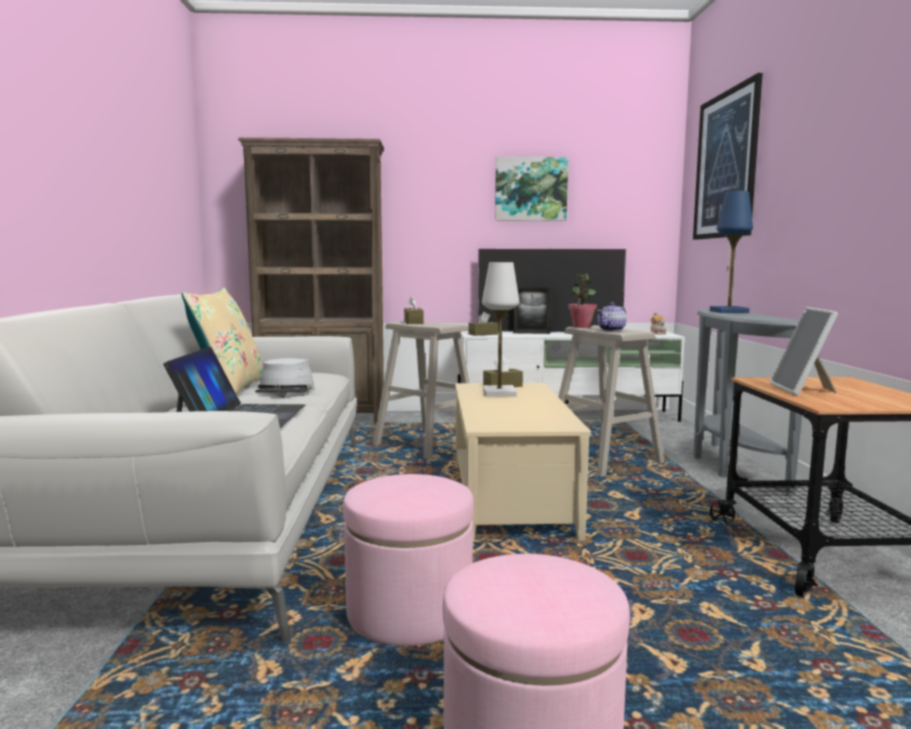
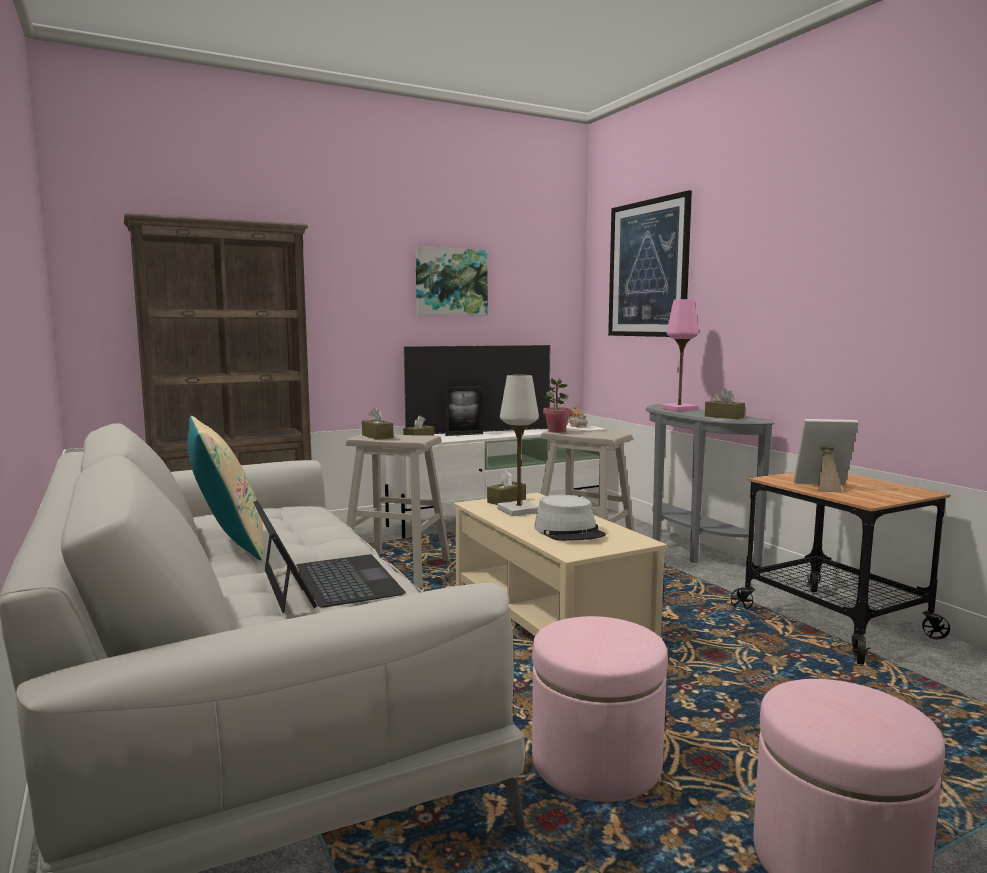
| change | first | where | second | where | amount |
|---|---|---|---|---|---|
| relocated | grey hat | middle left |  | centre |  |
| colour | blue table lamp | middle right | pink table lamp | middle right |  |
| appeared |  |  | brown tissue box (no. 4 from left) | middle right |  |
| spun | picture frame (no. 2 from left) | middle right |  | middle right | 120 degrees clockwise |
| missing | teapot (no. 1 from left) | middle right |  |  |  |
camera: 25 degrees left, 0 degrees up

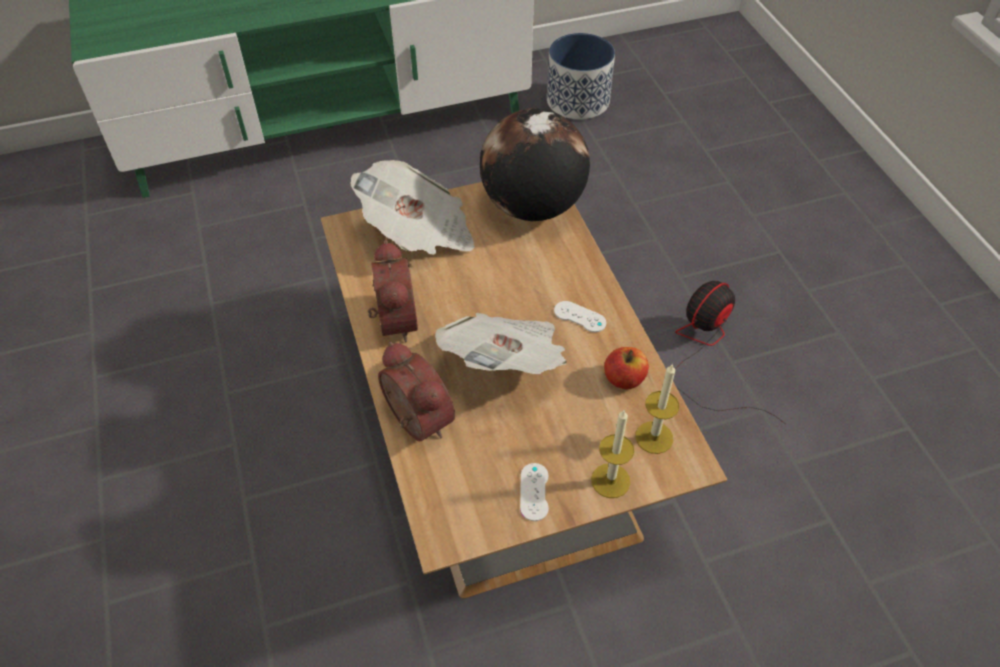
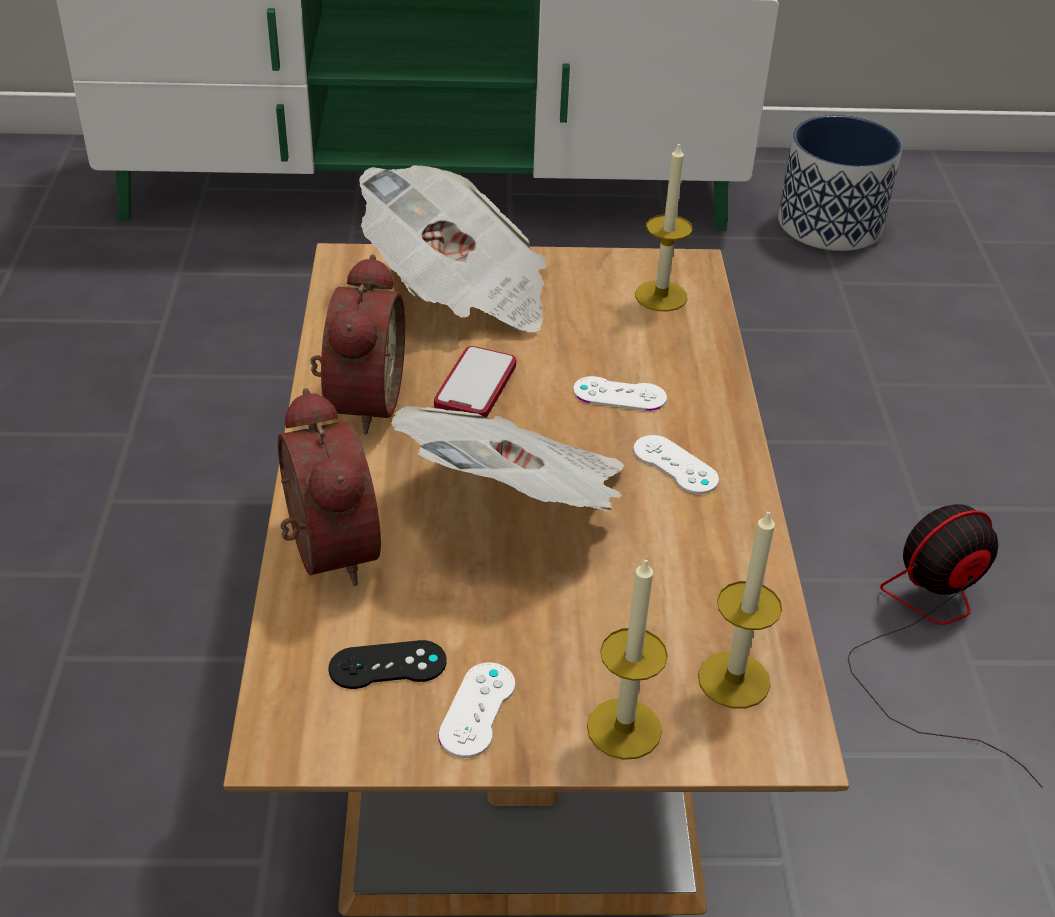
| change | first | where | second | where | amount |
|---|---|---|---|---|---|
| appeared |  |  | black game controller | bottom centre |  |
| appeared |  |  | phone | centre |  |
| appeared |  |  | white game controller (no. 2 from left) | centre |  |
| exchanged | globe | top centre | candle (no. 2 from left) | top centre |  |
| missing | apple | centre |  |  |  |
camera: 15 degrees right, 10 degrees down

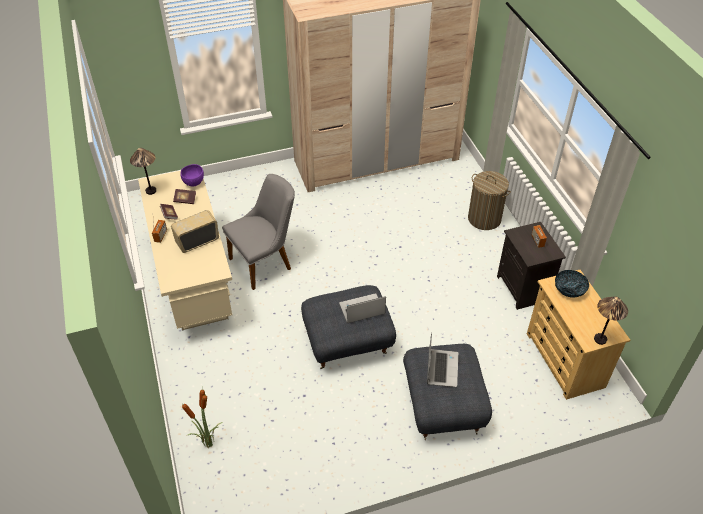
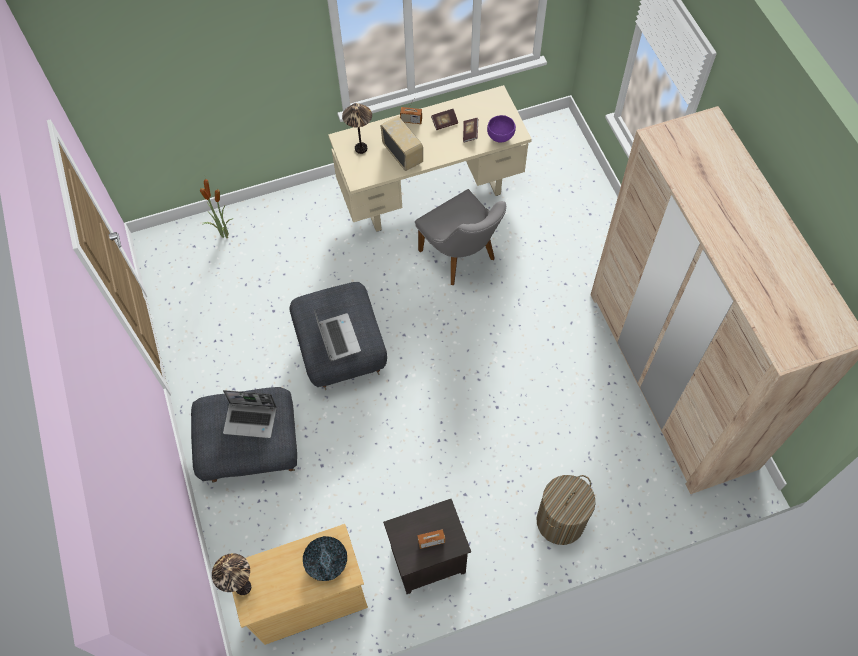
| change | first | where | second | where | amount |
|---|---|---|---|---|---|
| relocated | table lamp (no. 1 from left in the first image) | top left | table lamp (no. 2 from left) | top centre |  |
camera: 90 degrees right, 15 degrees up

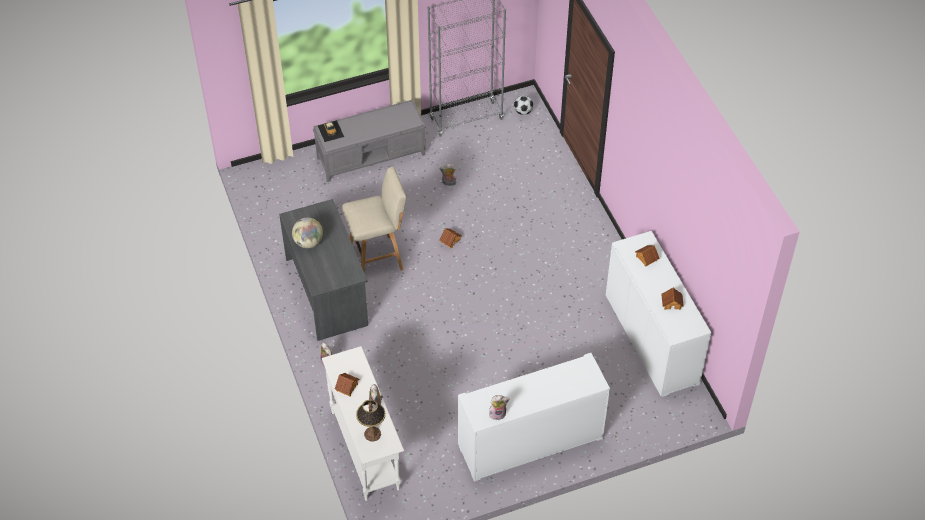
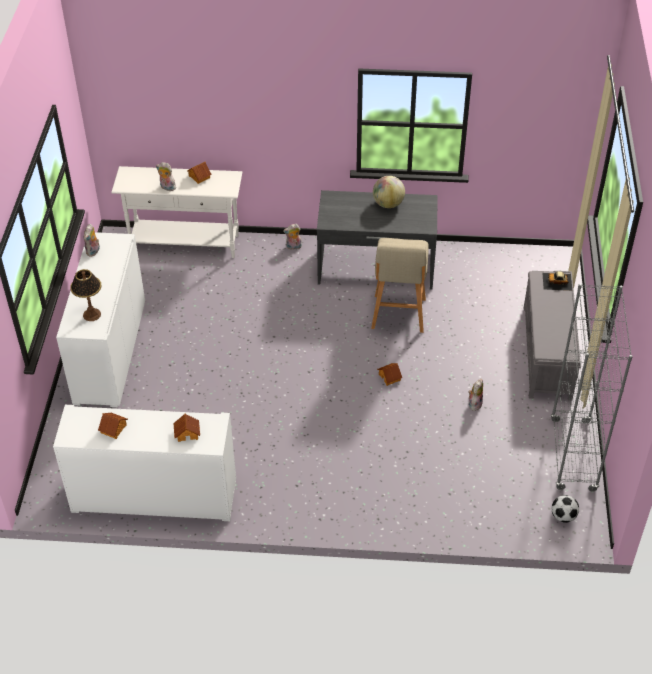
| change | first | where | second | where | amount |
|---|---|---|---|---|---|
| relocated | table lamp | bottom centre |  | middle left |  |
camera: 115 degrees right, 5 degrees down

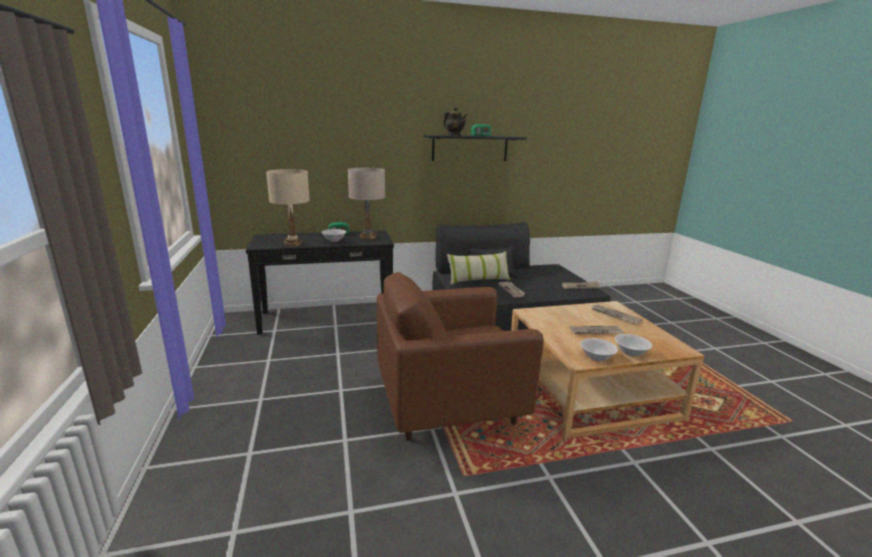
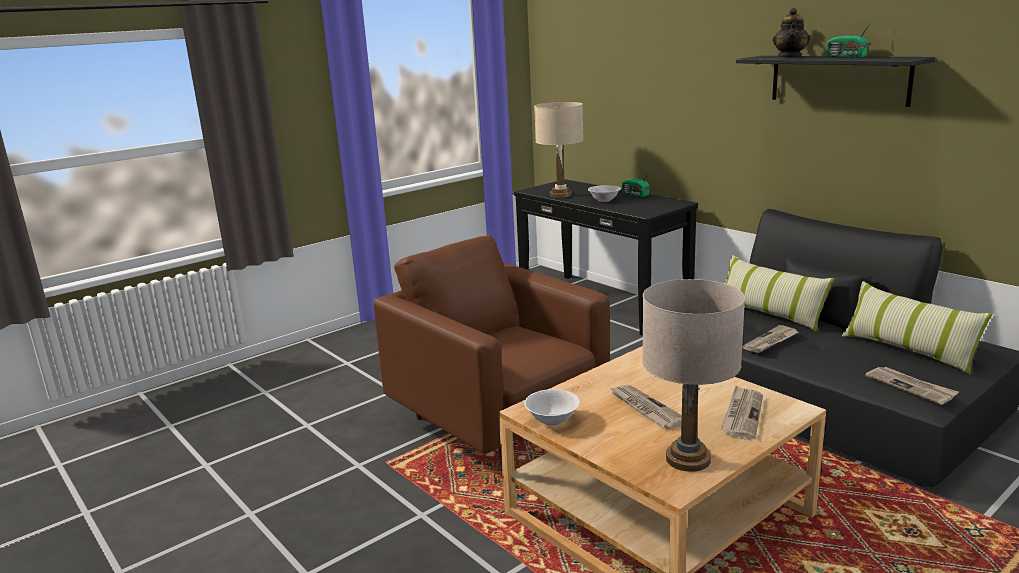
| change | first | where | second | where | amount |
|---|---|---|---|---|---|
| relocated | beige table lamp (no. 2 from left) | centre |  | middle right |  |
| appeared |  |  | pillow (no. 2 from left) | middle right |  |
| missing | white bowl (no. 3 from left) | middle right |  |  |  |
camera: 65 degrees right, 0 degrees up

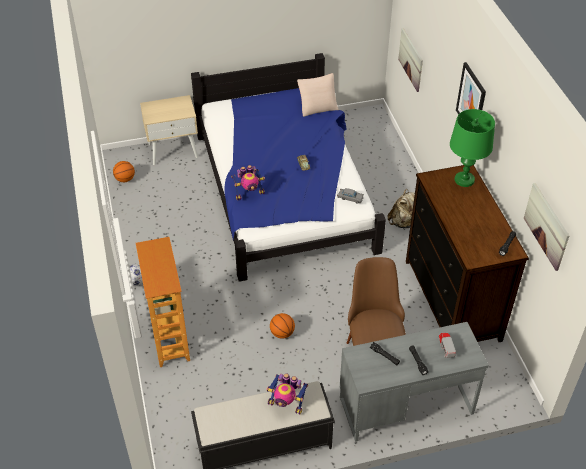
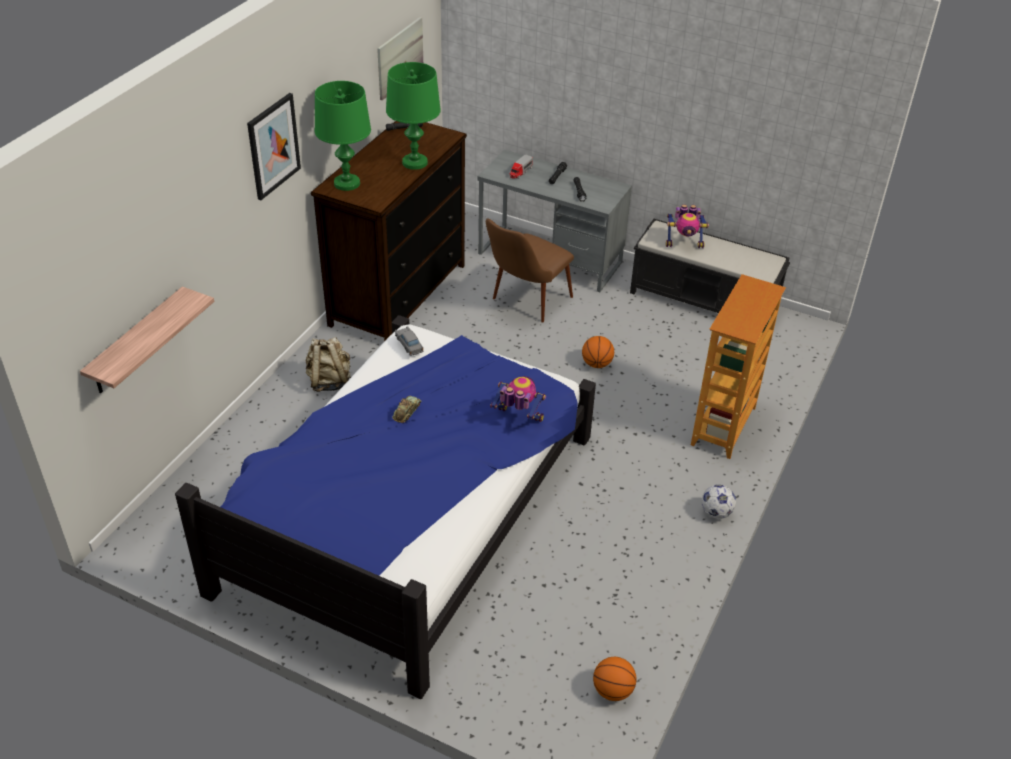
| change | first | where | second | where | amount |
|---|---|---|---|---|---|
| exchanged | picture (no. 1 from left) | top right | shelf | middle left |  |
| appeared |  |  | green table lamp (no. 2 from left) | top centre |  |
| spun | toy robot (no. 2 from left) | bottom centre |  | top right | 120 degrees clockwise |
| missing | beige nightstand | top left |  |  |  |
| missing | beige pillow | top centre |  |  |  |
camera: 140 degrees left, 5 degrees down

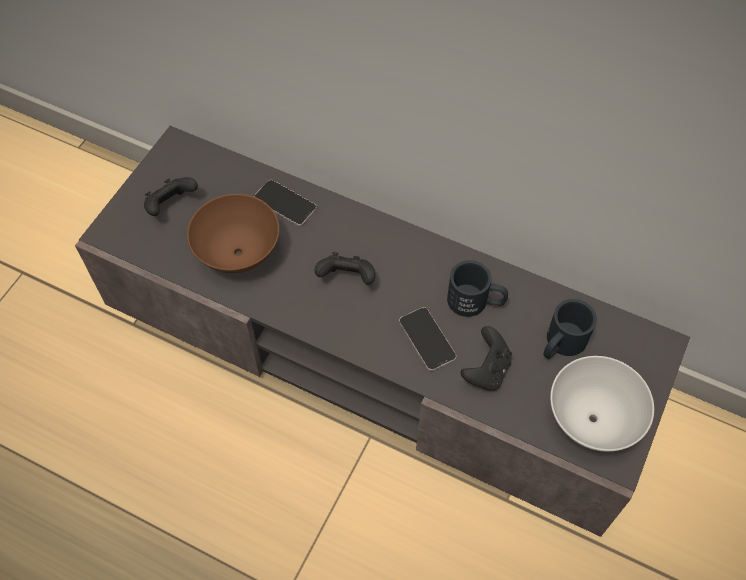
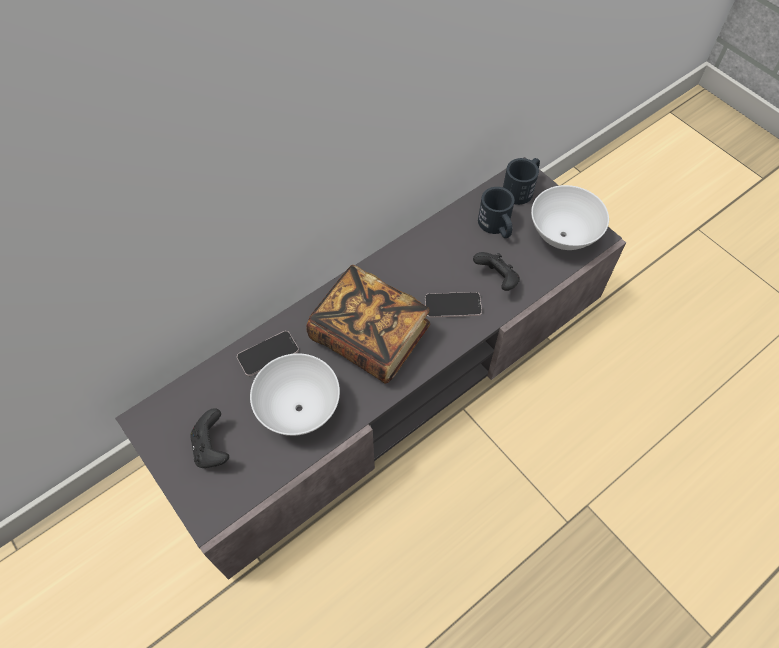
| change | first | where | second | where | amount |
|---|---|---|---|---|---|
| colour | brown bowl | middle left | white bowl (no. 1 from left) | centre |  |
| exchanged | black game controller (no. 2 from left) | centre | book | centre |  |
| relocated | black mug (no. 1 from left in the first image) | centre | black mug (no. 2 from left) | top right |  |
camera: 65 degrees left, 0 degrees up

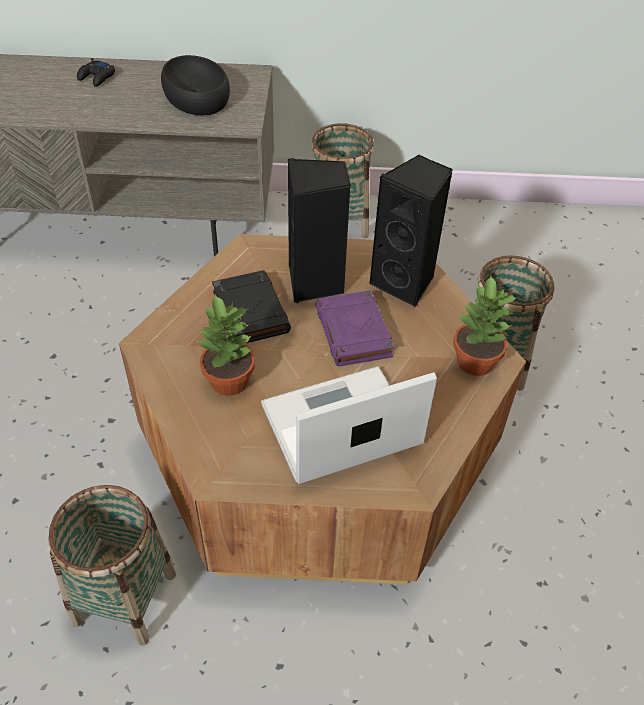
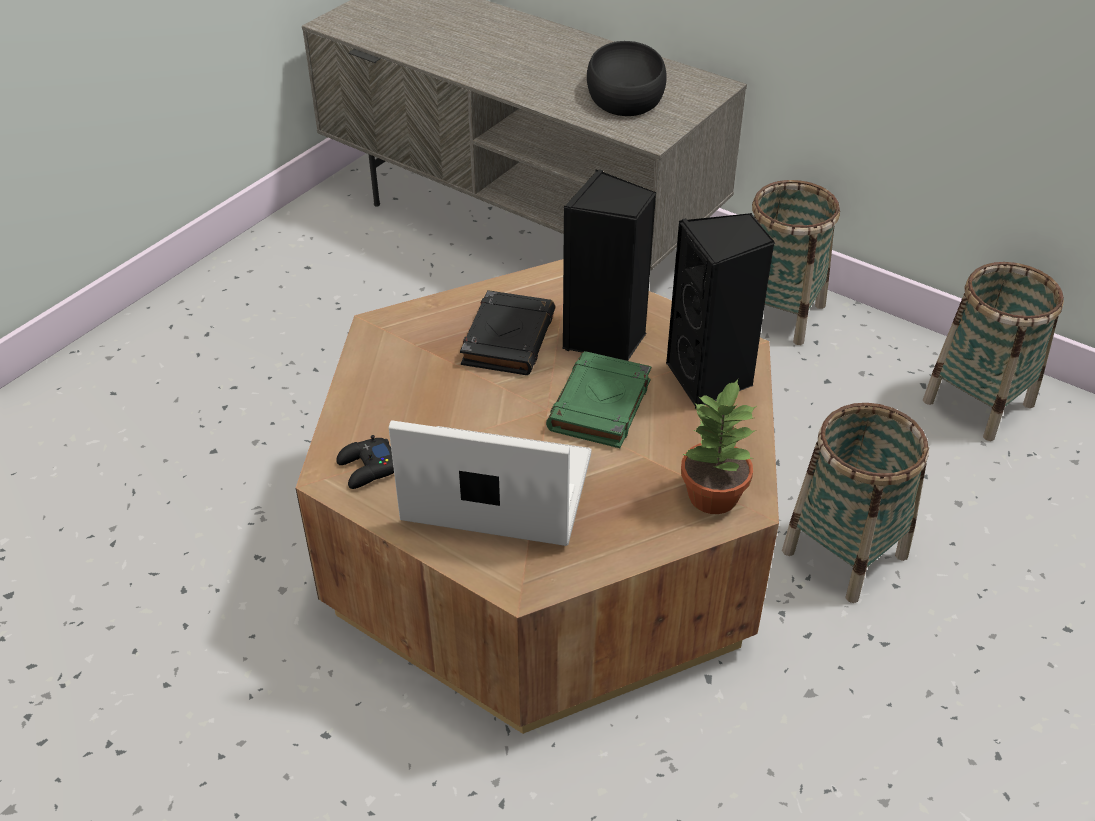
| change | first | where | second | where | amount |
|---|---|---|---|---|---|
| relocated | black game controller | top left |  | centre |  |
| colour | purple book | centre | green book | centre |  |
| relocated | basket (no. 1 from left in the first image) | bottom left | basket (no. 3 from left) | middle right |  |
| missing | potted plant (no. 1 from left) | centre |  |  |  |
camera: 35 degrees right, 5 degrees down

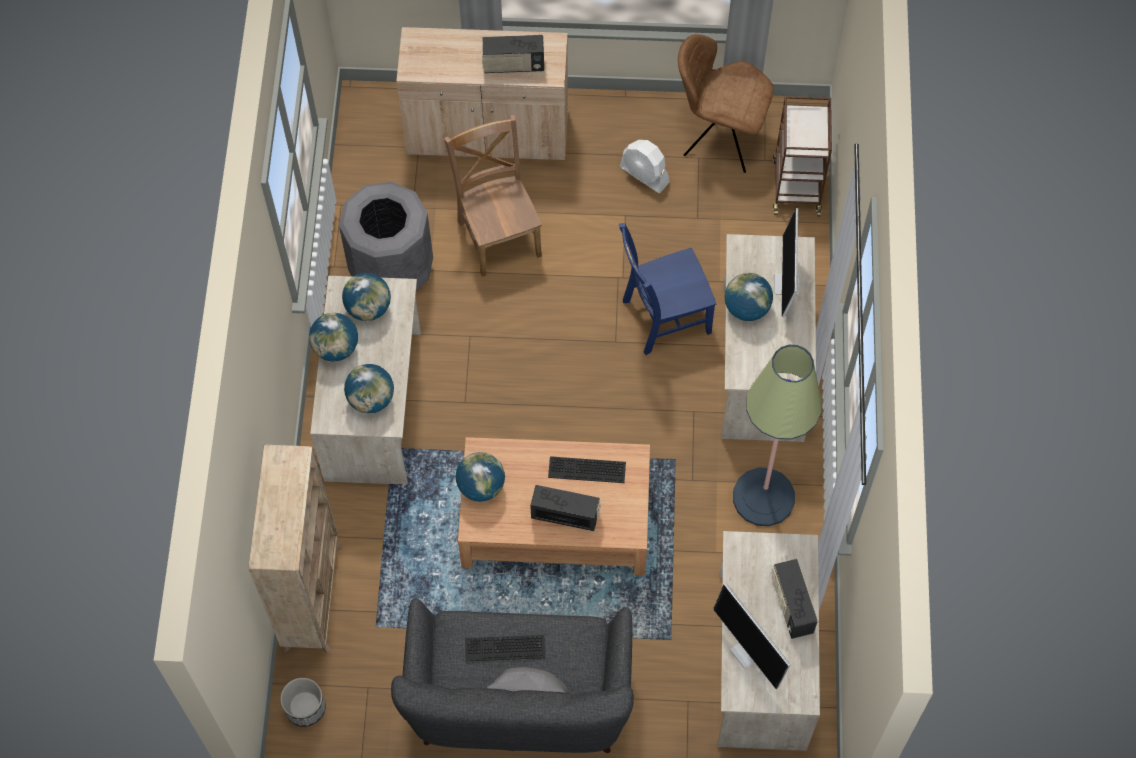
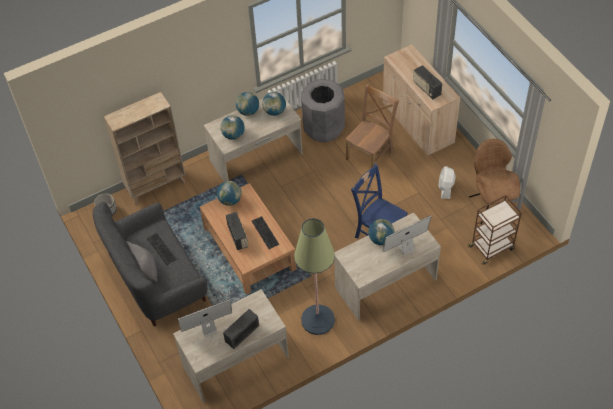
| change | first | where | second | where | amount |
|---|---|---|---|---|---|
| spun | monitor (no. 1 from left) | bottom centre |  | bottom centre | 45 degrees clockwise |
camera: 60 degrees right, 10 degrees down

